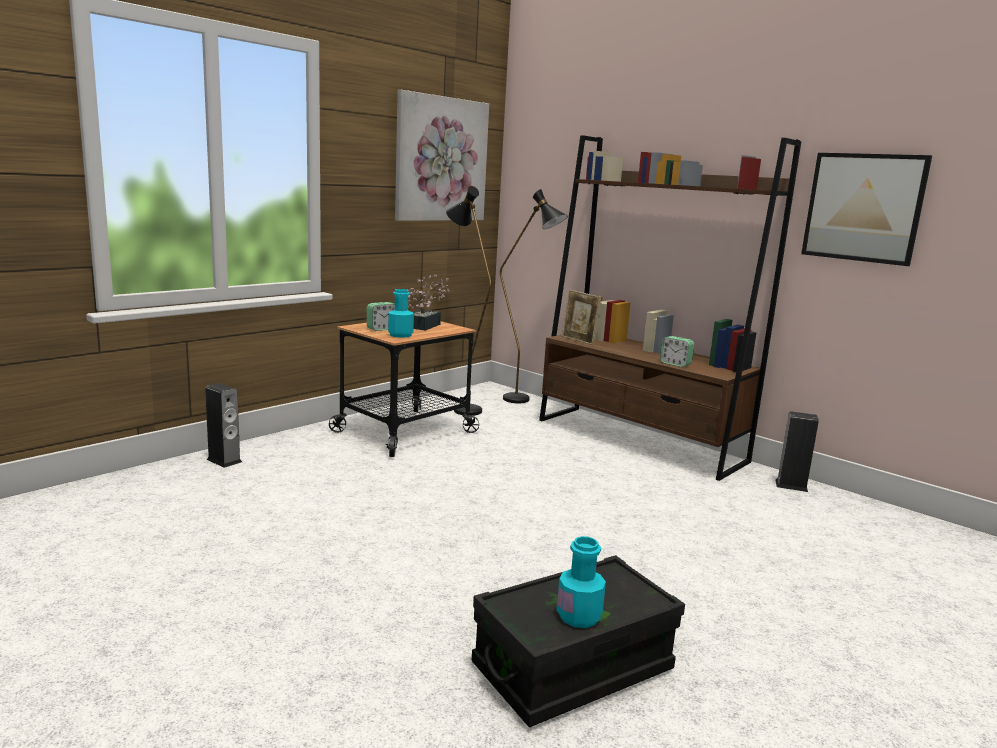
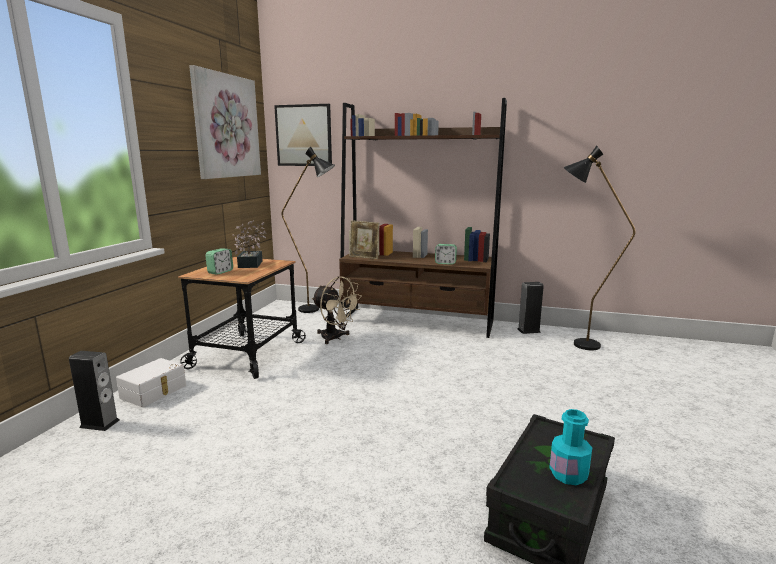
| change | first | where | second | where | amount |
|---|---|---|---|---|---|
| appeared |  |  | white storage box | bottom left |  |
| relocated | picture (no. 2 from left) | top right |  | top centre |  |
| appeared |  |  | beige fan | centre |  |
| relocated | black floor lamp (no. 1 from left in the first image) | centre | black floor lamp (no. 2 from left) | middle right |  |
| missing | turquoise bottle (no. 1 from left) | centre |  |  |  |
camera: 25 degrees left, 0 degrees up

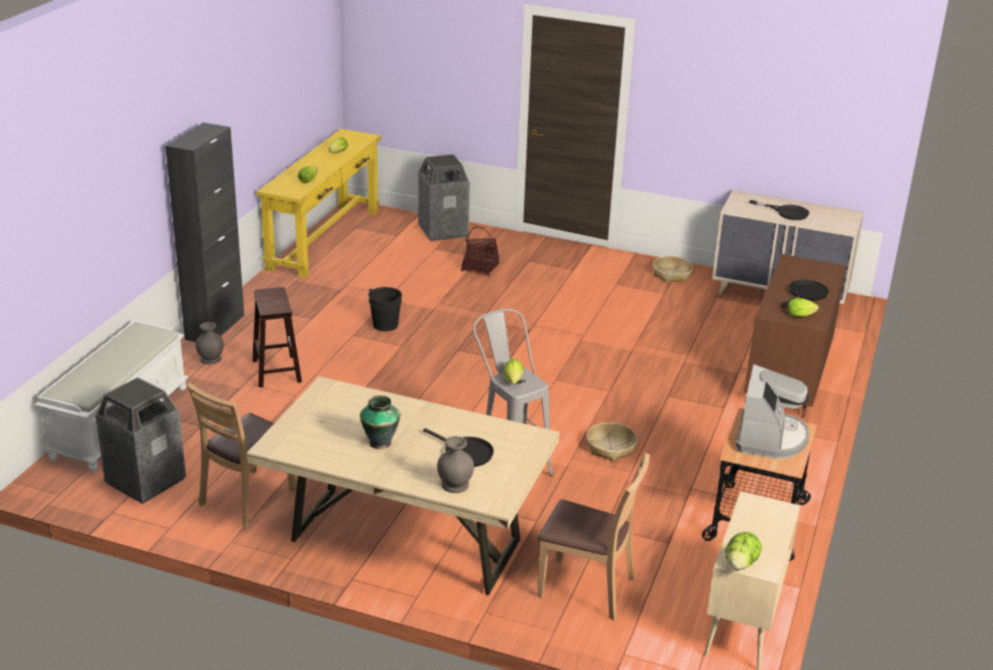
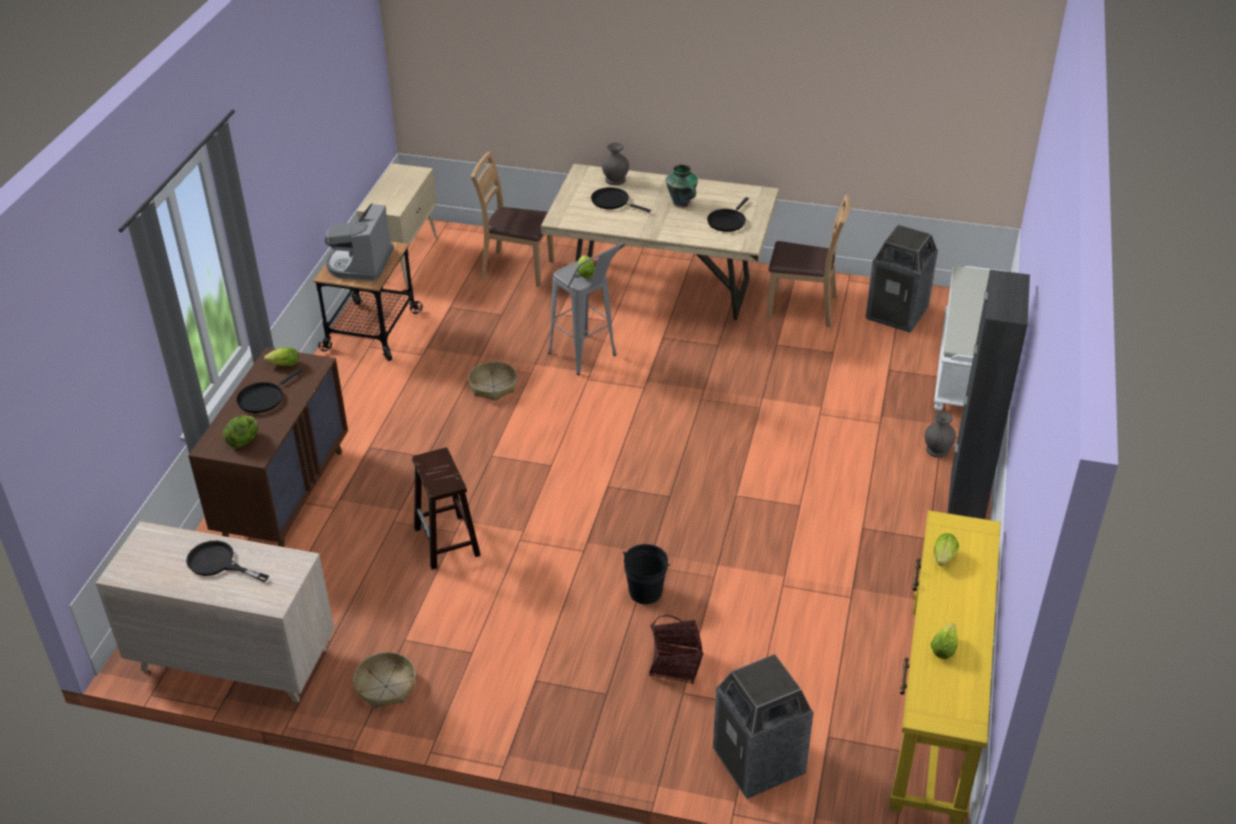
| change | first | where | second | where | amount |
|---|---|---|---|---|---|
| relocated | lettuce (no. 4 from left in the first image) | bottom right | lettuce (no. 1 from left) | middle left |  |
| relocated | brown stool | middle left |  | centre |  |
| relocated | black bucket | centre |  | bottom centre |  |
| appeared |  |  | black frying pan (no. 4 from left) | top centre |  |
| spun | brown chair (no. 1 from left in the first image) | bottom left | brown chair (no. 2 from left) | top centre | 75 degrees clockwise |
camera: 175 degrees right, 10 degrees up

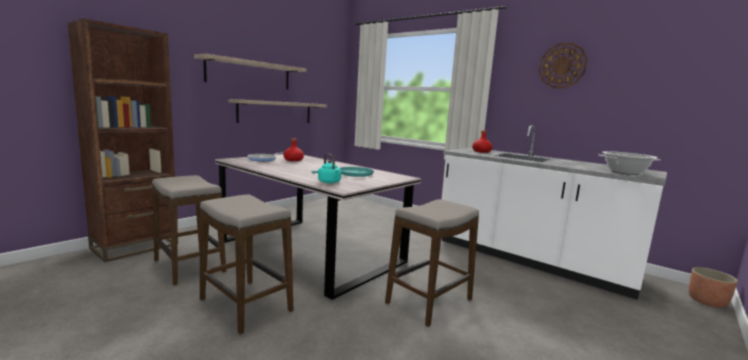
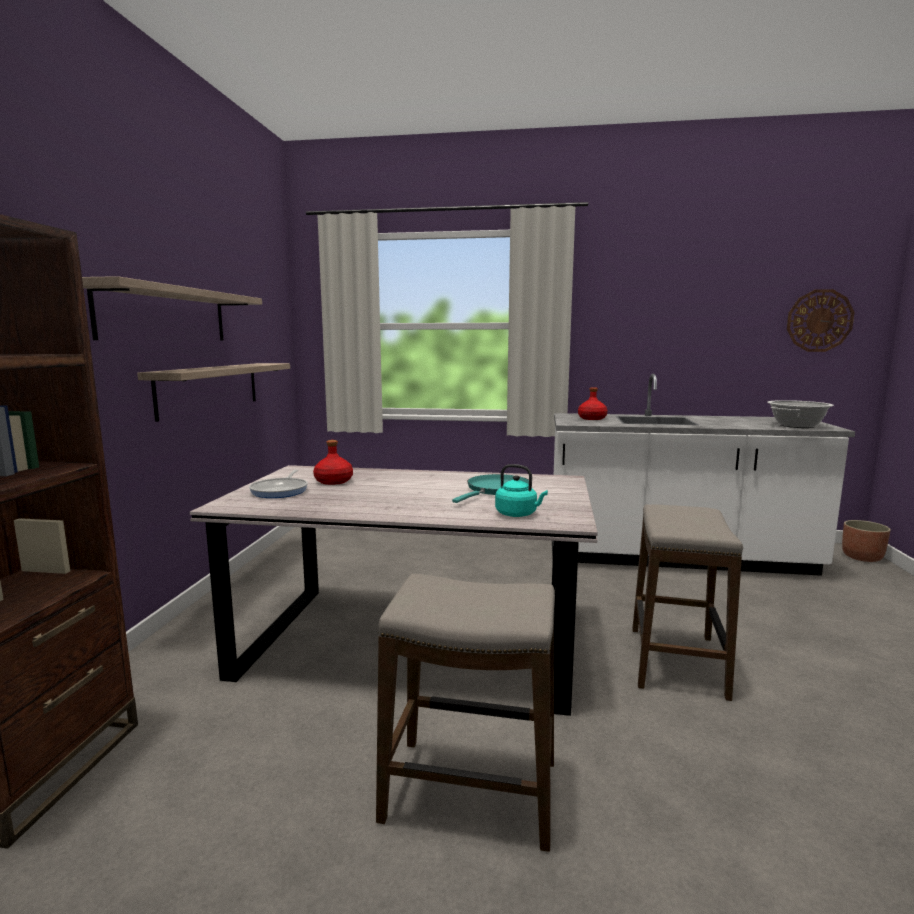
| change | first | where | second | where | amount |
|---|---|---|---|---|---|
| relocated | wall clock | top right |  | middle right |  |
| missing | stool (no. 1 from left) | middle left |  |  |  |
camera: 30 degrees left, 0 degrees up

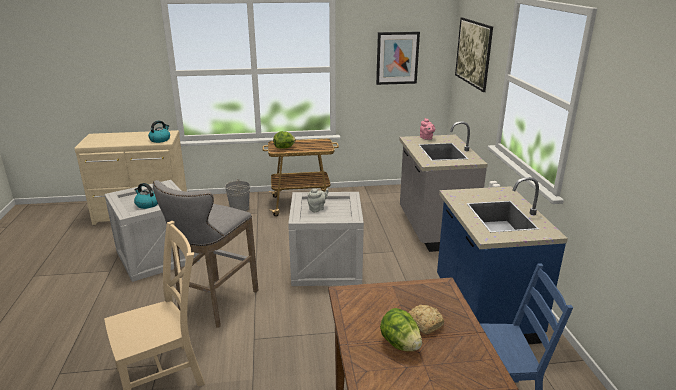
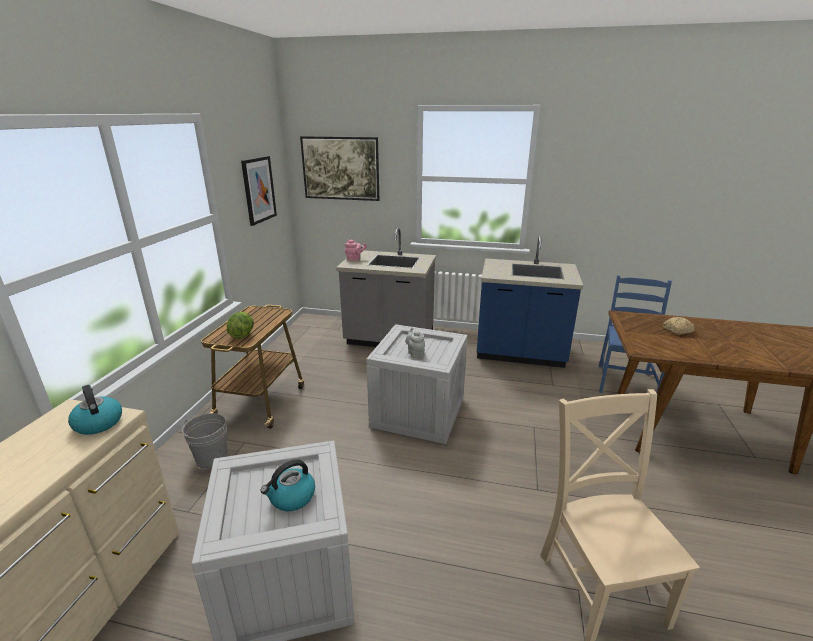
| change | first | where | second | where | amount |
|---|---|---|---|---|---|
| missing | grey stool | middle left |  |  |  |
| missing | lettuce (no. 2 from left) | bottom centre |  |  |  |
camera: 70 degrees left, 0 degrees up

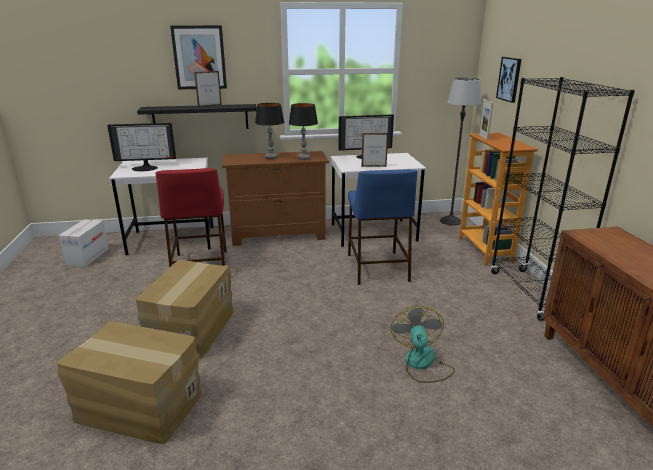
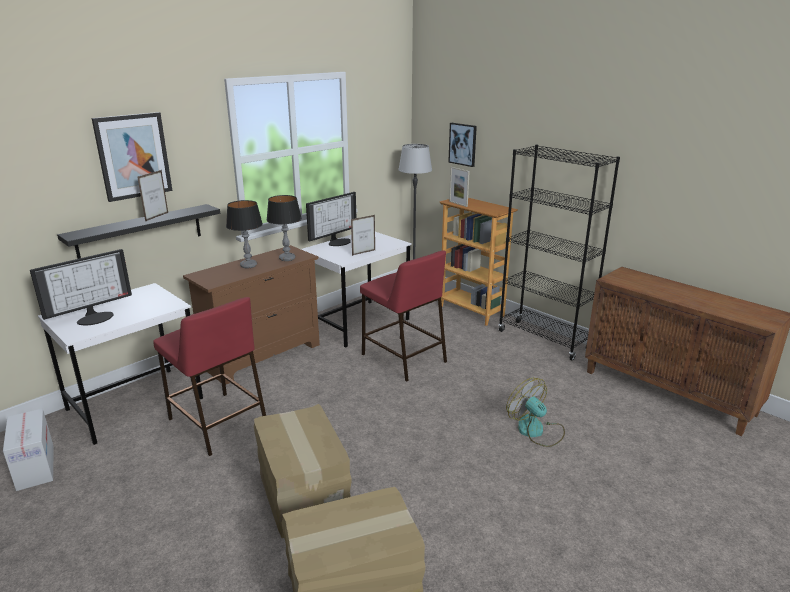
| change | first | where | second | where | amount |
|---|---|---|---|---|---|
| colour | blue stool | centre | red stool (no. 2 from left) | centre |  |
camera: 35 degrees left, 0 degrees up

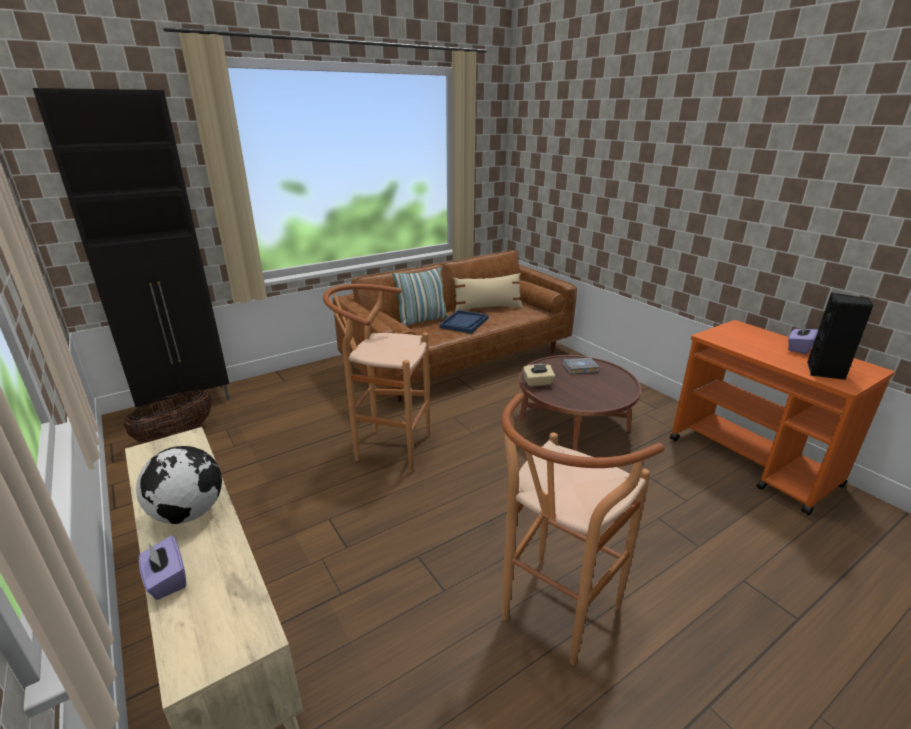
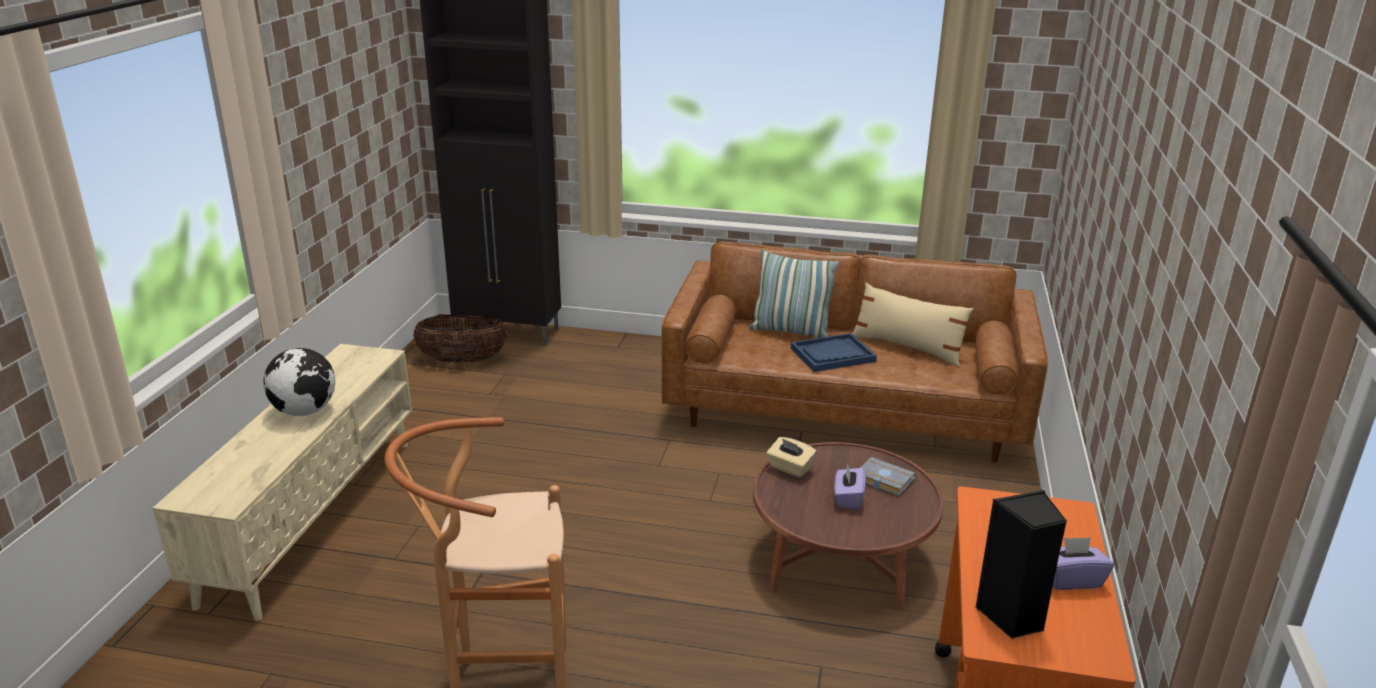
| change | first | where | second | where | amount |
|---|---|---|---|---|---|
| relocated | purple tissue box (no. 1 from left) | bottom left |  | bottom centre |  |
| missing | brown stool (no. 1 from left) | centre |  |  |  |
camera: 45 degrees right, 0 degrees up

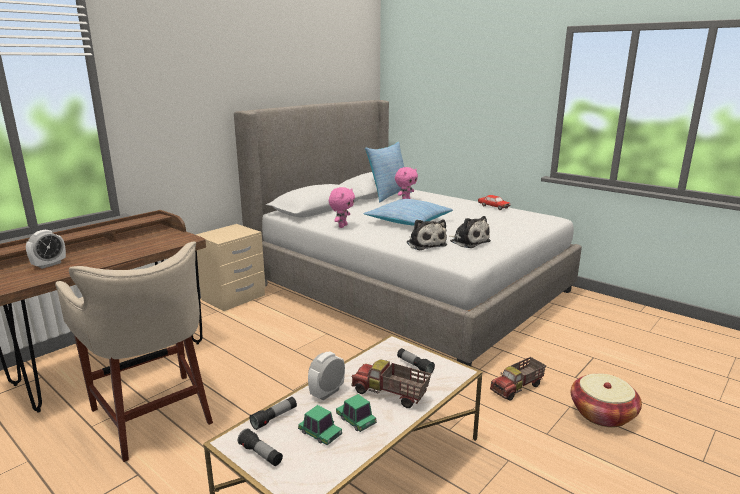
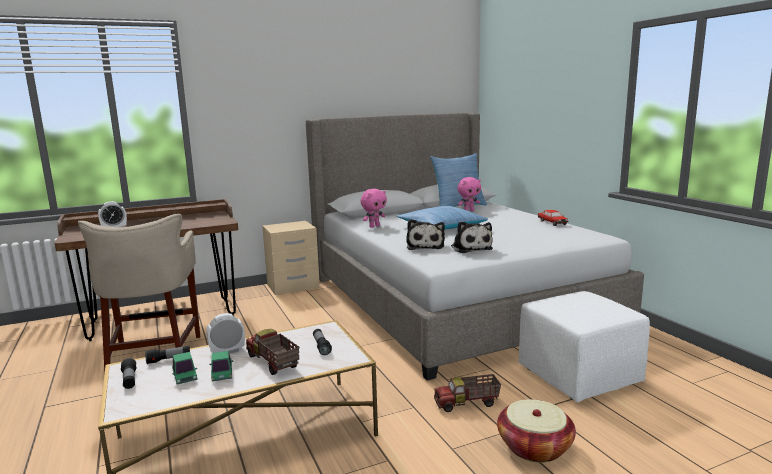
| change | first | where | second | where | amount |
|---|---|---|---|---|---|
| appeared |  |  | white ottoman | bottom right |  |
camera: 25 degrees right, 5 degrees down

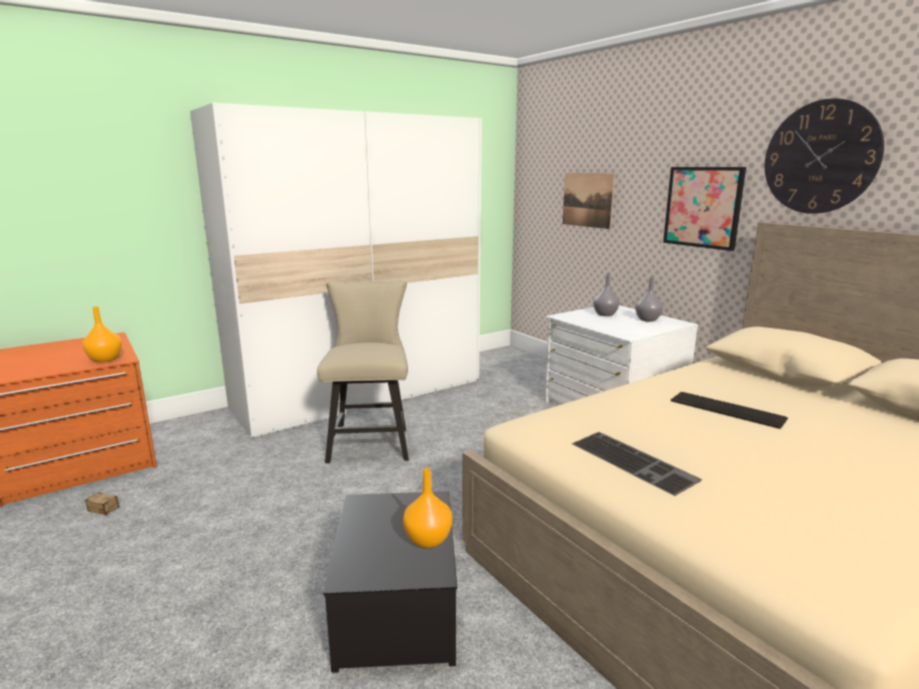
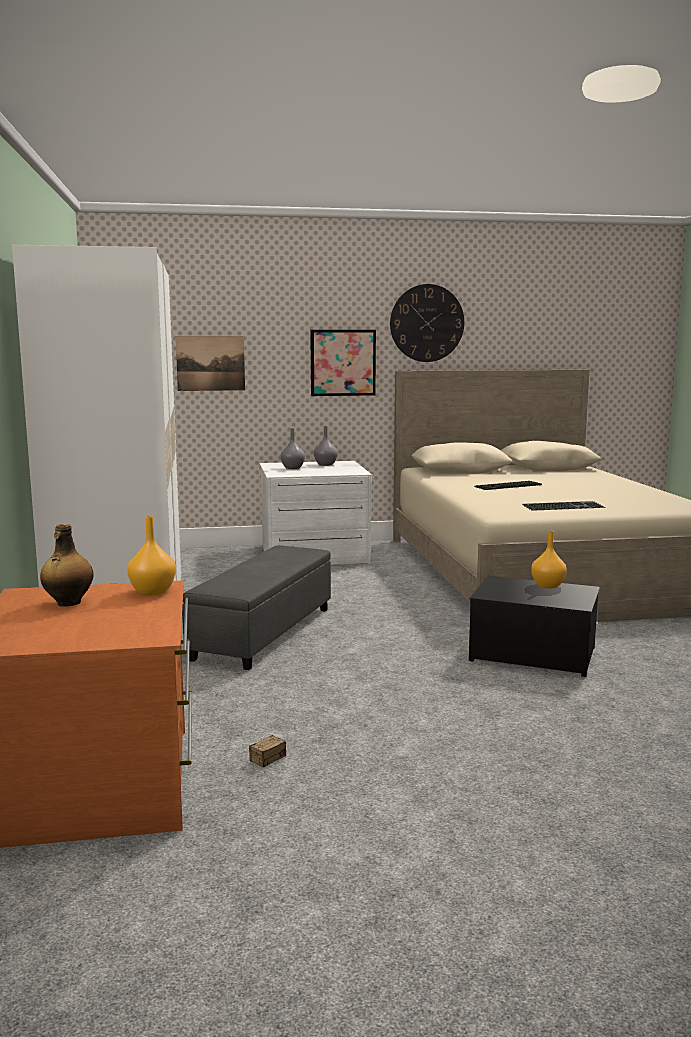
| change | first | where | second | where | amount |
|---|---|---|---|---|---|
| appeared |  |  | bottle | middle left |  |
| exchanged | beige chair | centre | grey ottoman | centre |  |
camera: 65 degrees left, 5 degrees down

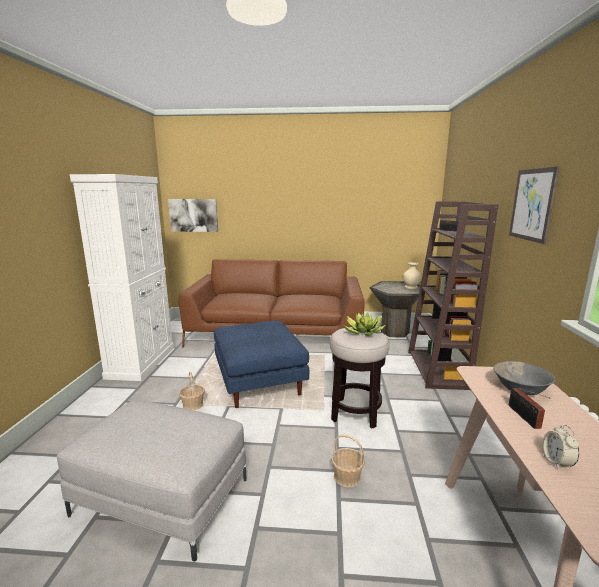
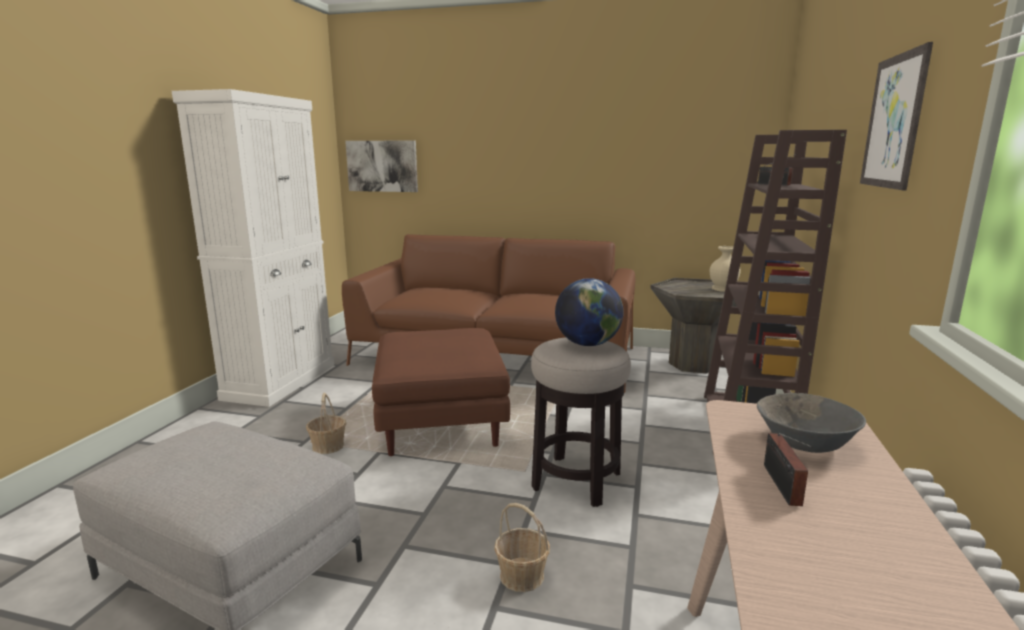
| change | first | where | second | where | amount |
|---|---|---|---|---|---|
| colour | blue ottoman | centre | brown ottoman | centre |  |
| exchanged | potted plant | centre | globe | centre |  |
| missing | alarm clock | bottom right |  |  |  |
camera: 10 degrees right, 0 degrees up

